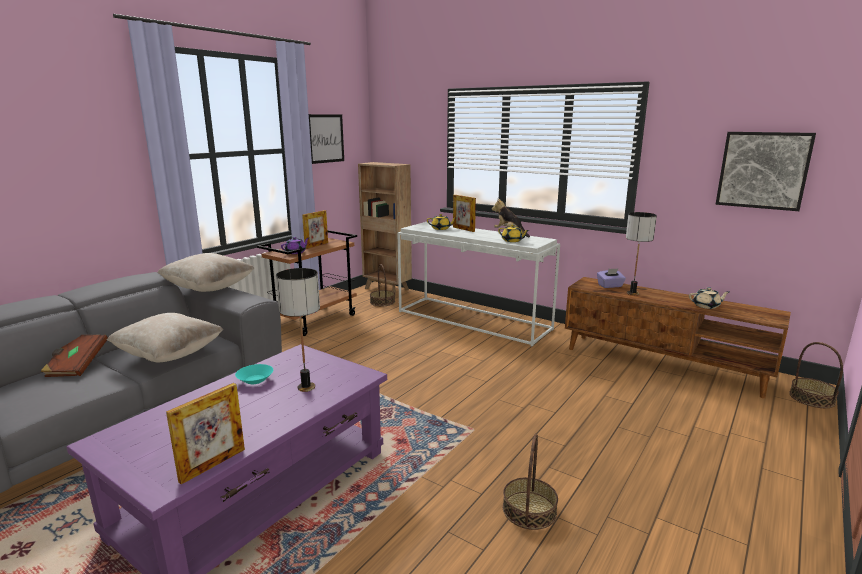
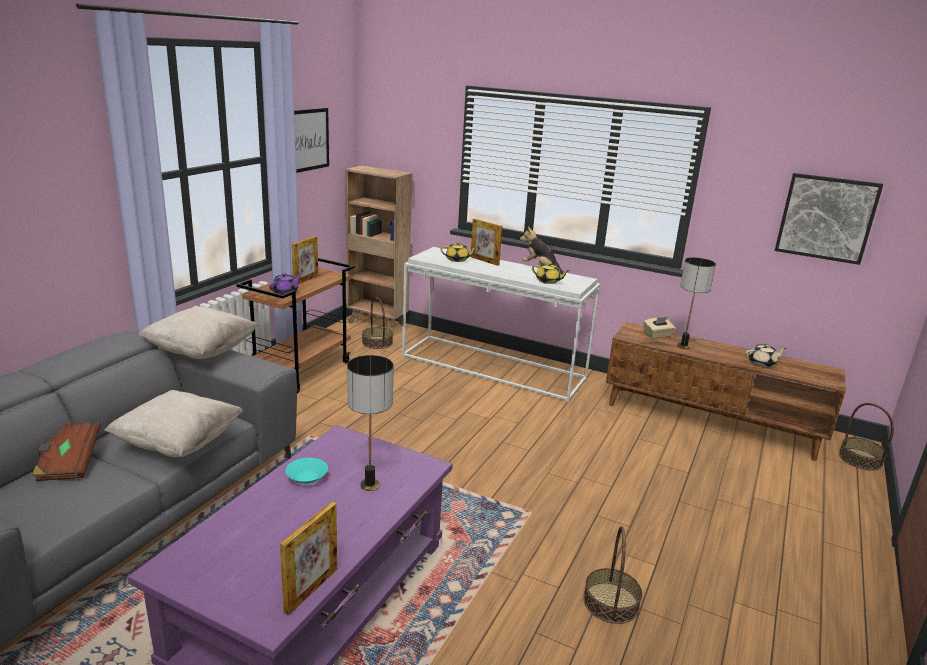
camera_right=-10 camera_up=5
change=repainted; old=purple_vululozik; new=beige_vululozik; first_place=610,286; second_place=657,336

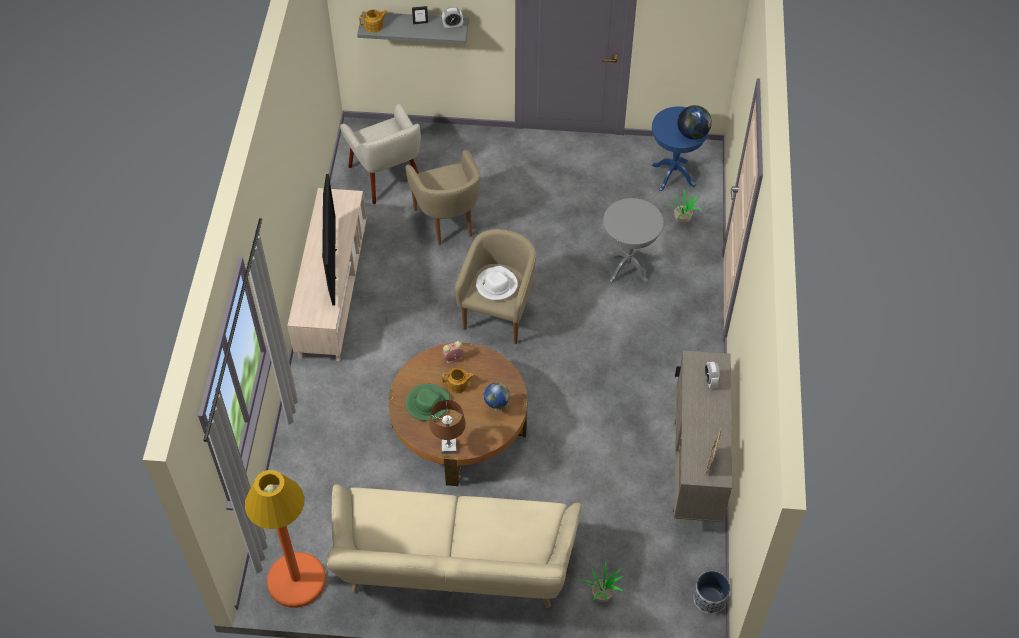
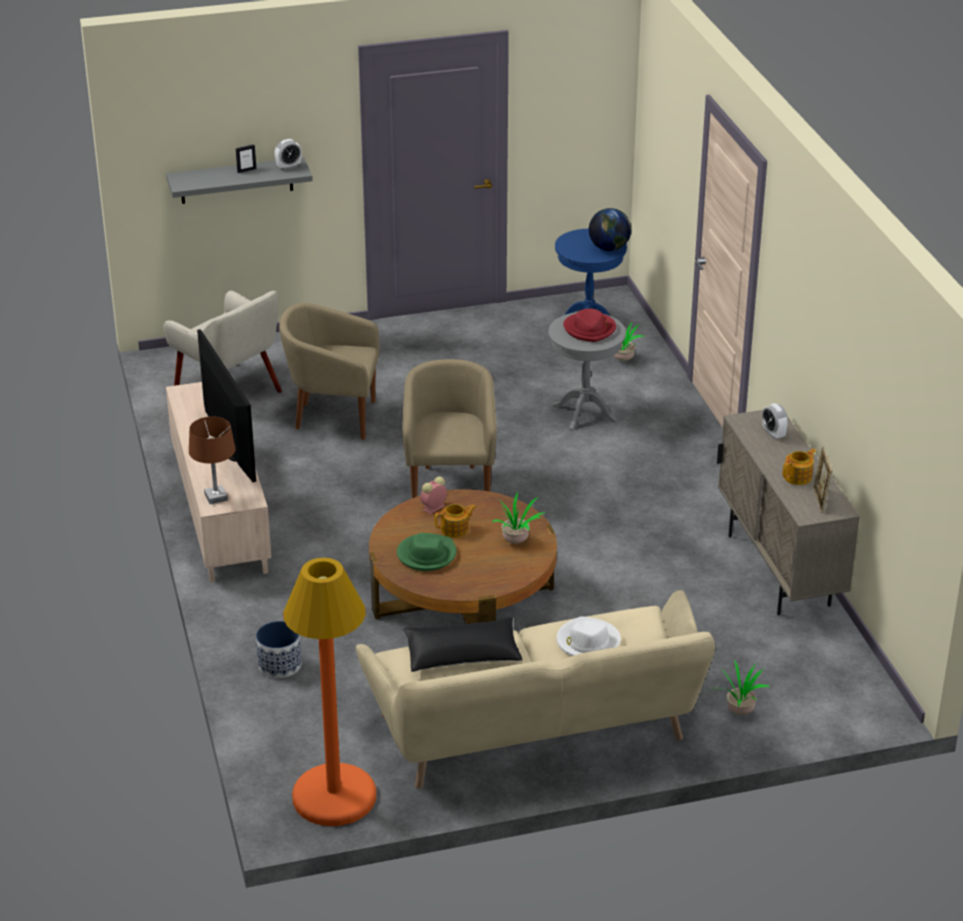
camera_right=-20 camera_up=-20
change=shifted; old=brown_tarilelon; first_place=449,447; second_place=216,497
change=shifted; old=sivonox; first_place=709,598; second_place=279,665
change=rotated; old=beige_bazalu; first_place=447,222; second_place=333,418; degrees=135
change=new; new=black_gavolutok; second_place=462,655
change=swapped; old=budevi; new=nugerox; first_place=496,409; second_place=516,540
change=shifted; old=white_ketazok; first_place=496,285; second_place=587,642
change=new; new=red_ketazok; second_place=590,329
change=shifted; old=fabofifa; first_place=374,26; second_place=798,477

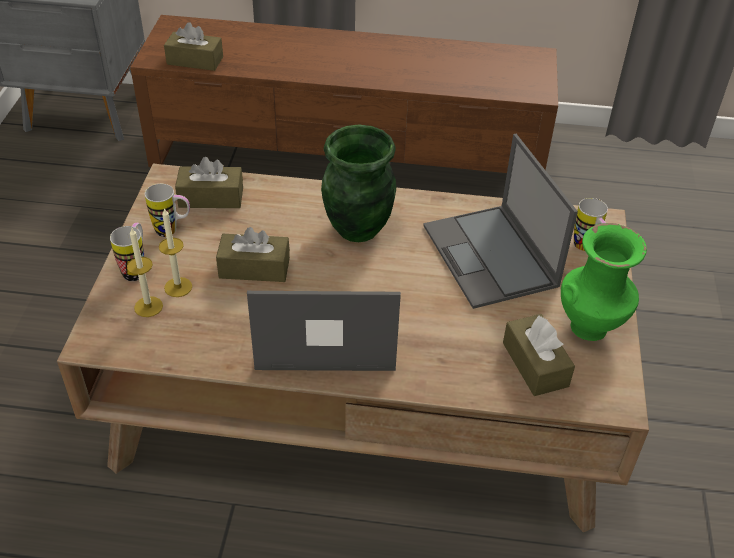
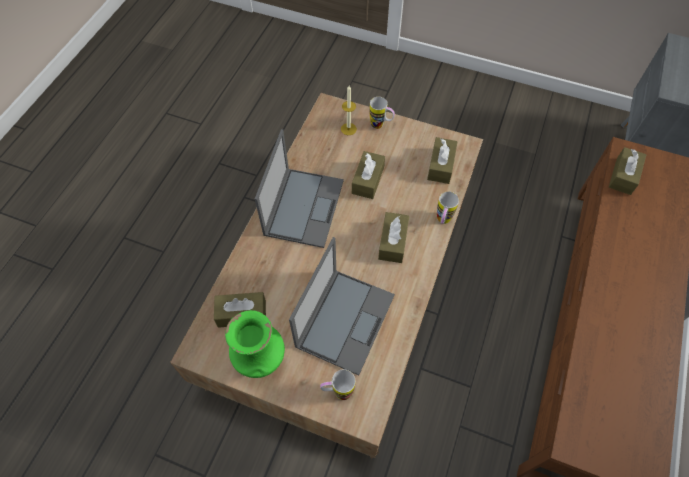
camera_right=105 camera_up=15
change=rotated; old=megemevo; first_place=491,257; second_place=345,319; degrees=120
change=swapped; old=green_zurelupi; new=brown_vululozik; first_place=357,229; second_place=393,242
change=shifted; old=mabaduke; first_place=172,231; second_place=442,222
change=gone; old=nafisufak; first_place=178,287

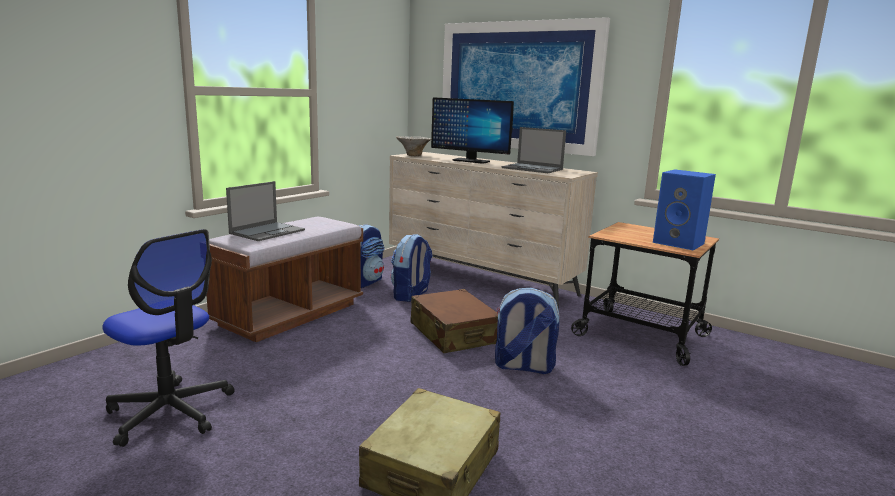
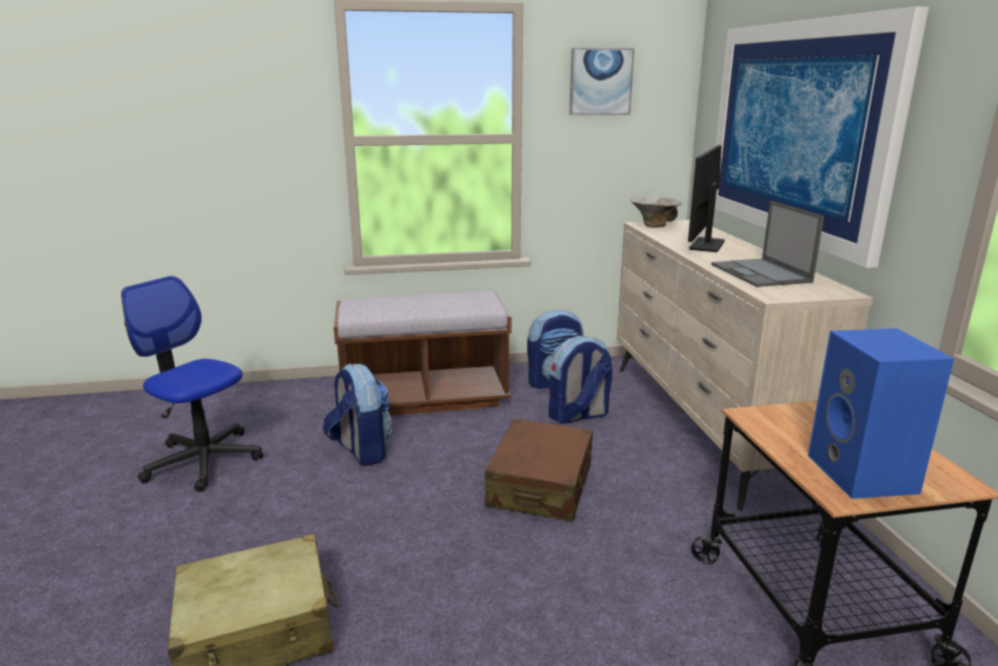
camera_right=45 camera_up=5
change=rotated; old=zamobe; first_place=170,412; second_place=203,461; degrees=135
change=shifted; old=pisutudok; first_place=523,366; second_place=361,451
change=new; new=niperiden; second_place=600,82
change=rotated; old=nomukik; first_place=470,161; second_place=707,245; degrees=45
change=gone; old=megemevo; first_place=268,231

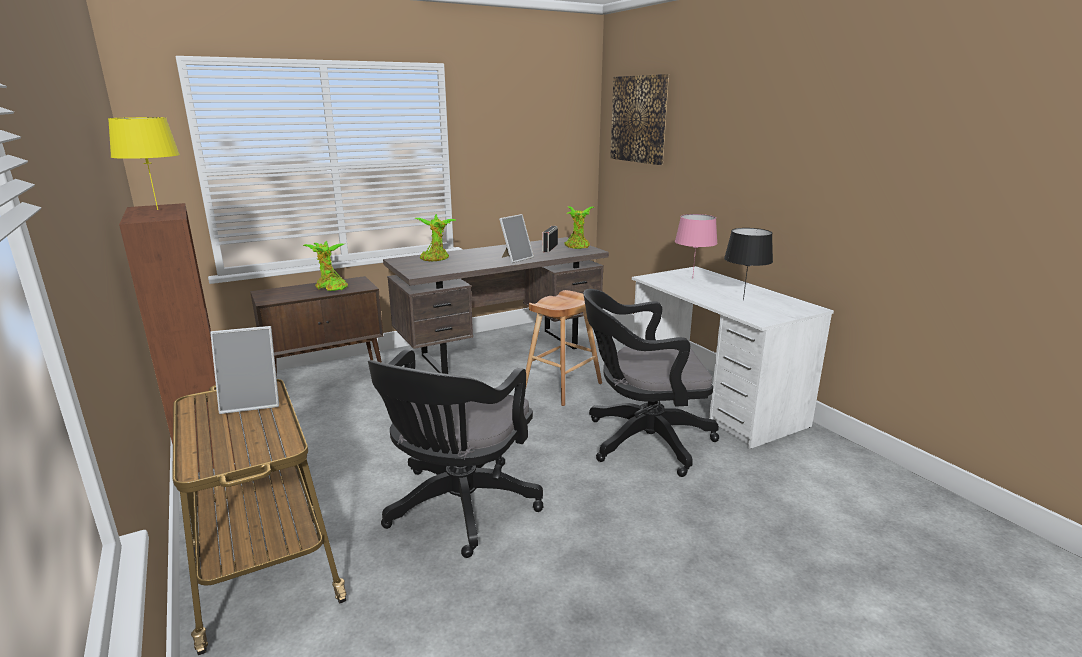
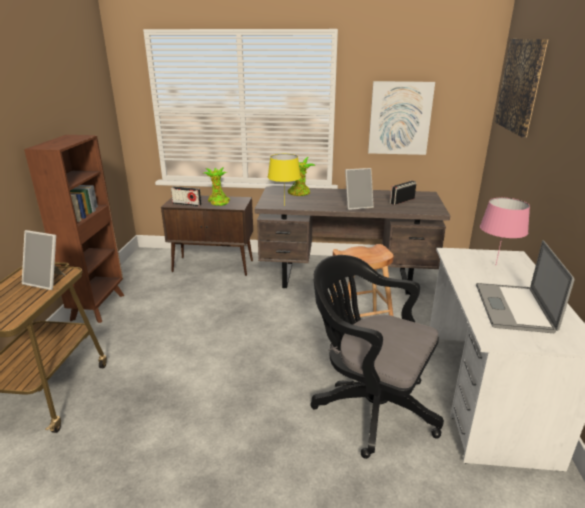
camera_right=35 camera_up=5
change=new; new=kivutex; second_place=187,204
change=shifted; old=yellow_tarilelon; first_place=158,209; second_place=284,206
change=new; new=niperiden; second_place=400,118
change=swapped; old=black_tarilelon; new=megemevo; first_place=744,300; second_place=513,307
change=gone; old=black_zamobe; first_place=458,509
change=gone; old=nugerox; first_place=578,247

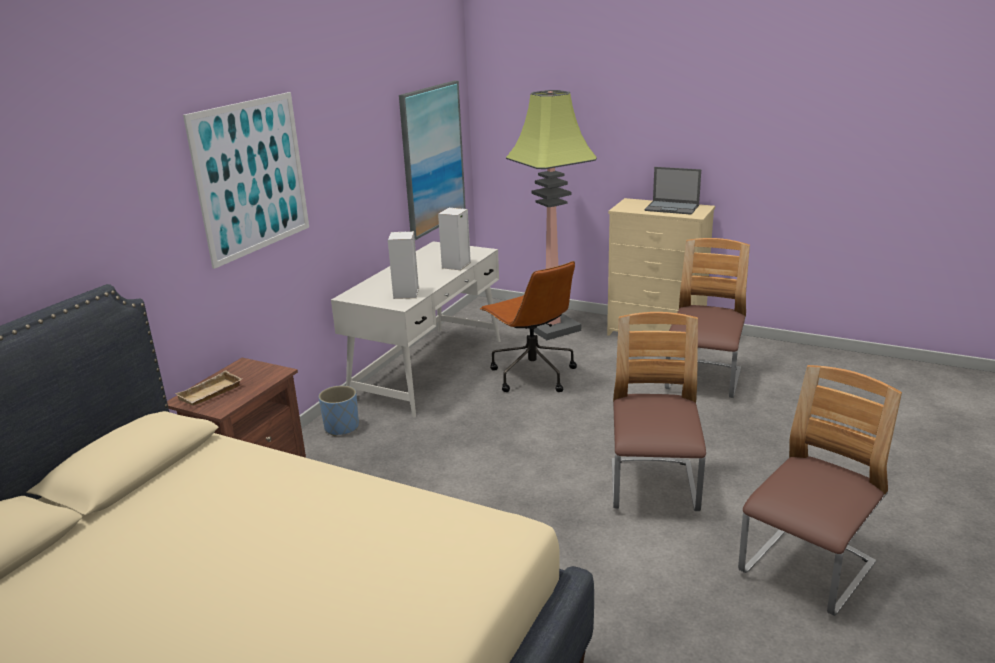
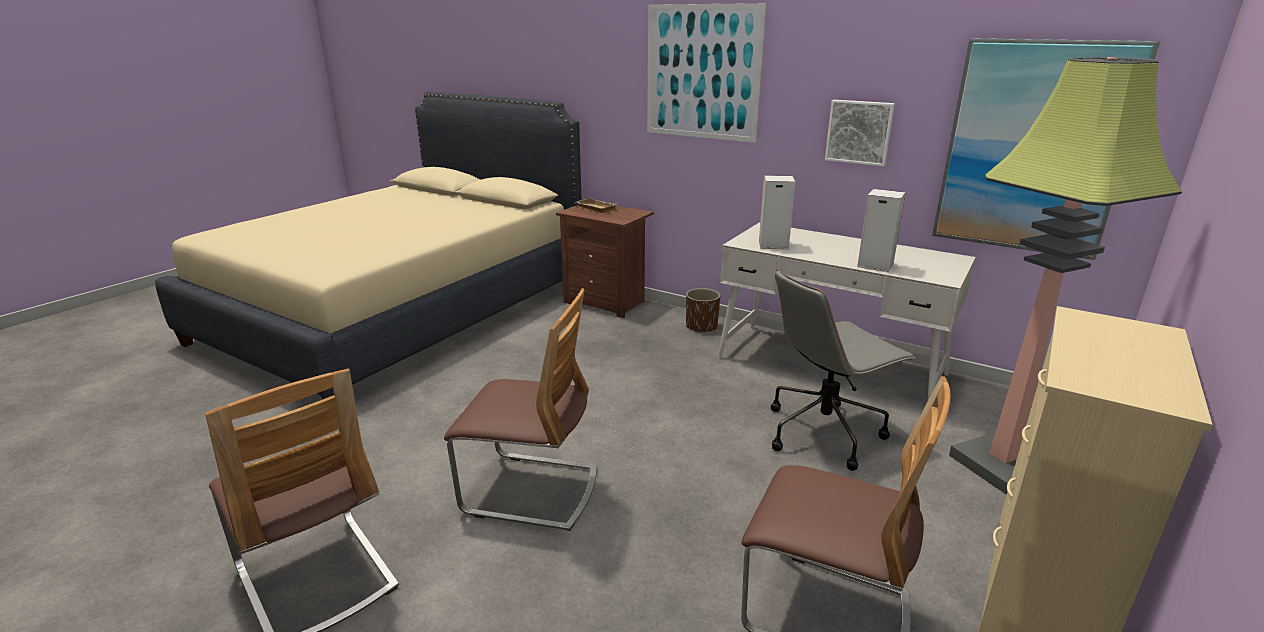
camera_right=95 camera_up=0
change=repainted; old=blue_sivonox; new=brown_sivonox; first_place=342,427; second_place=701,327
change=repainted; old=brown_zamobe; new=grey_zamobe; first_place=531,375; second_place=824,432
change=new; new=niperiden; second_place=859,132
change=gone; old=megemevo; first_place=672,208

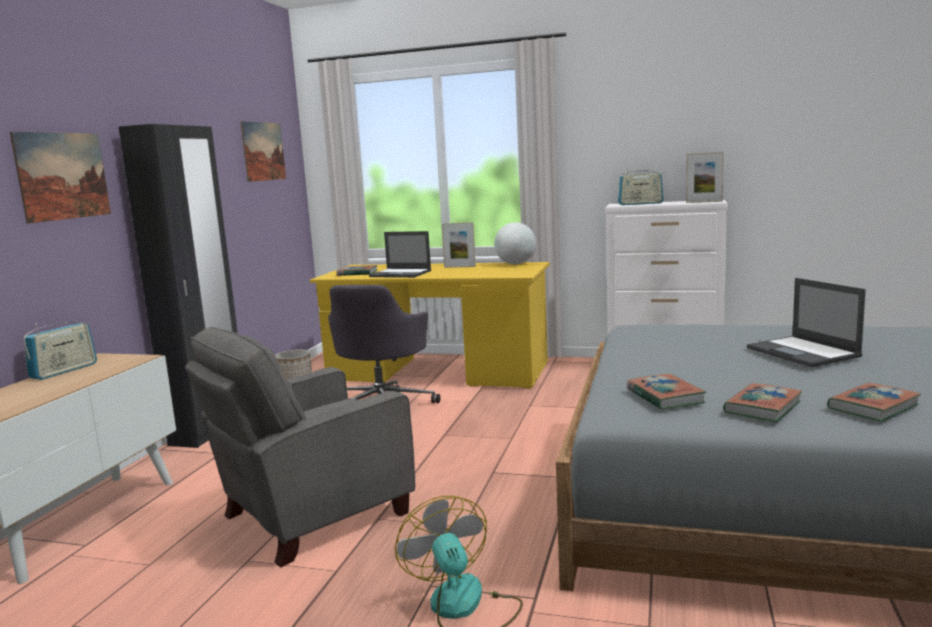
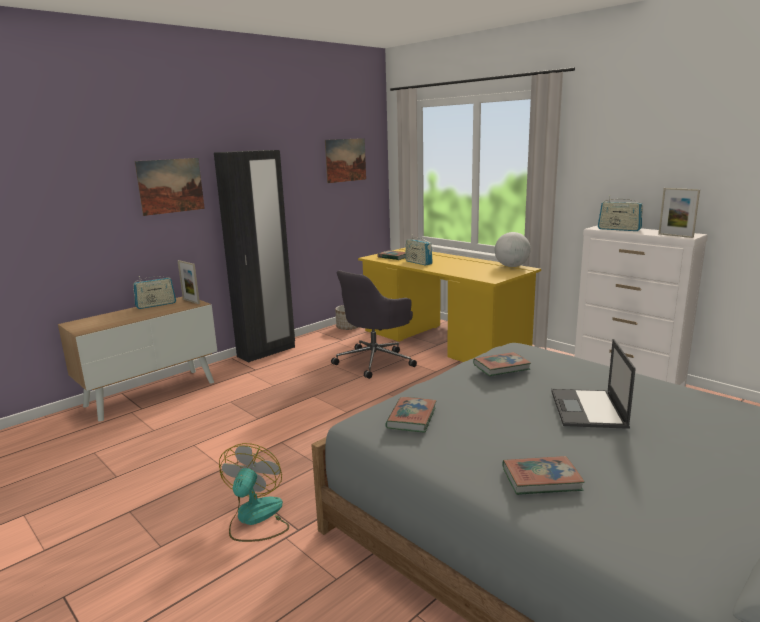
camera_right=30 camera_up=5
change=shifted; old=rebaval; first_place=459,267; second_place=191,301
change=swapped; old=megemevo; new=kivutex; first_place=401,274; second_place=418,262
change=shifted; old=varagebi; first_place=763,407; second_place=501,367
change=gone; old=grey_bazalu; first_place=311,515

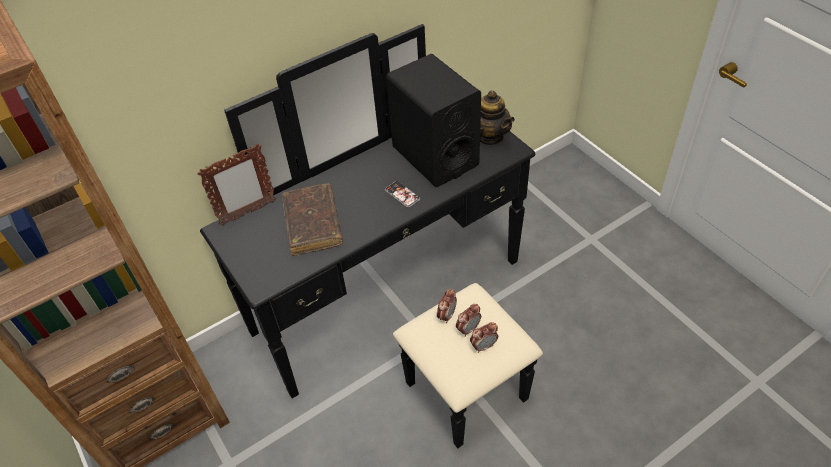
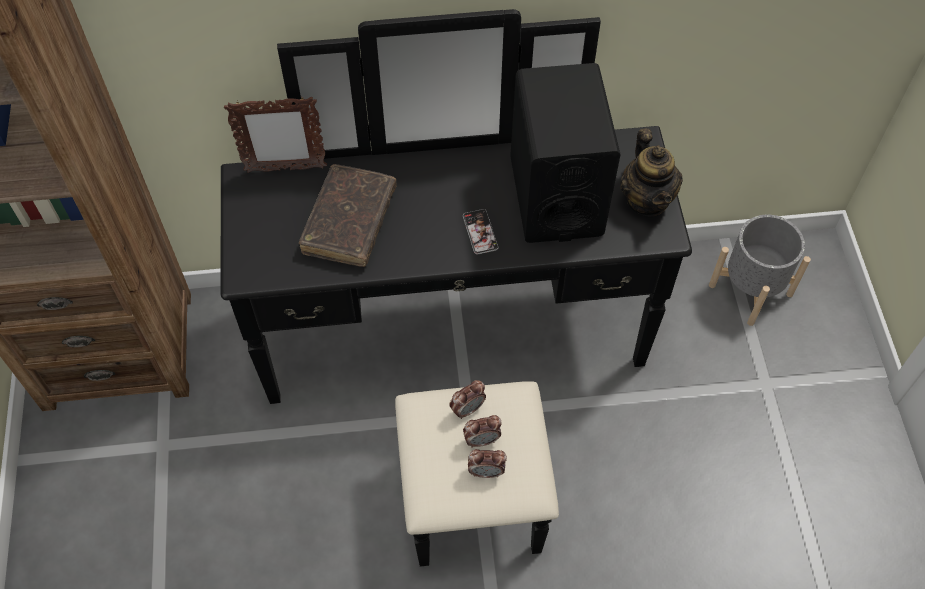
camera_right=25 camera_up=10
change=new; new=grey_sivonox; second_place=750,289

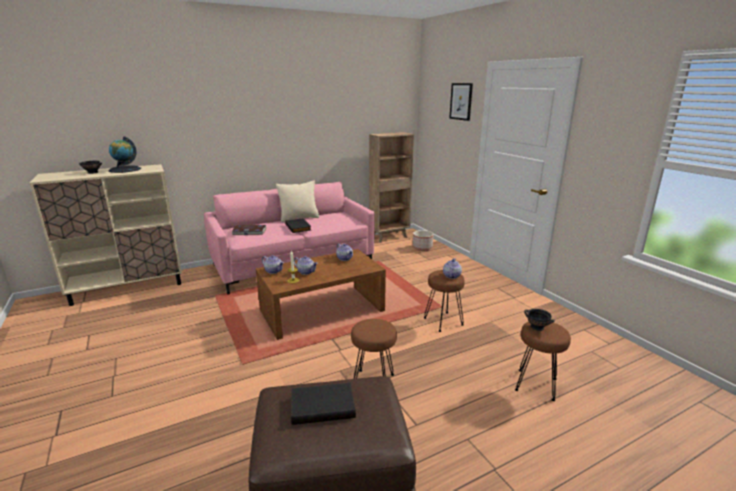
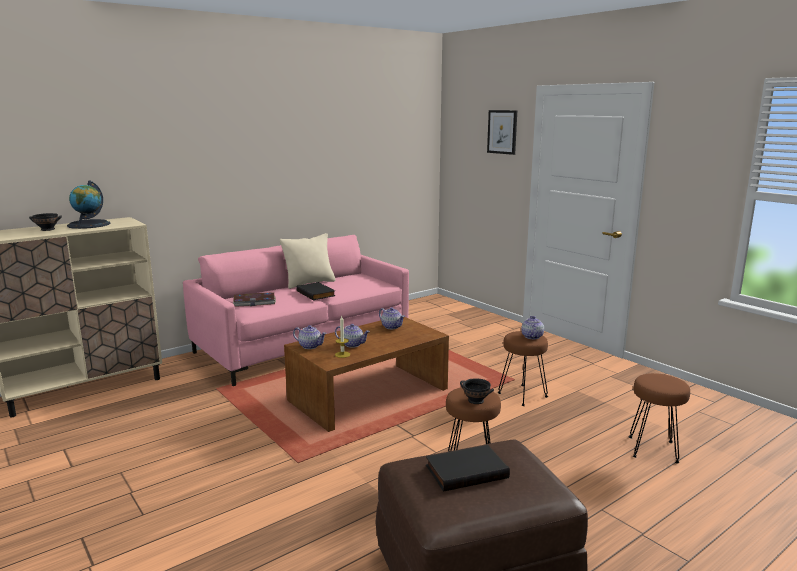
camera_right=-10 camera_up=-5
change=shifted; old=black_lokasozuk; first_place=536,327; second_place=475,400
change=gone; old=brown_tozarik; first_place=389,237
change=gone; old=sivonox; first_place=422,248

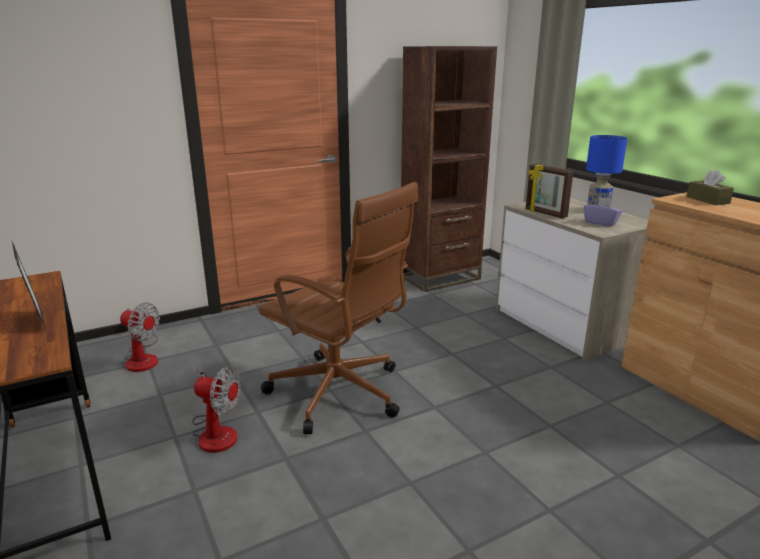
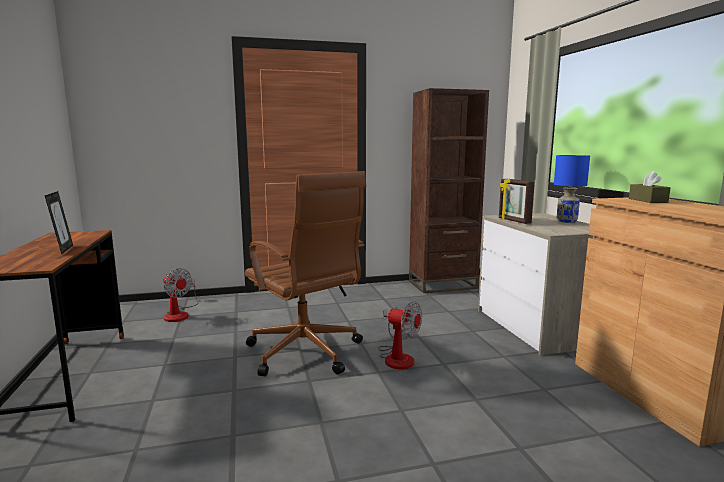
camera_right=15 camera_up=-10
change=shifted; old=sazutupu; first_place=216,431; second_place=397,357
change=gone; old=purple_vululozik; first_place=601,223

